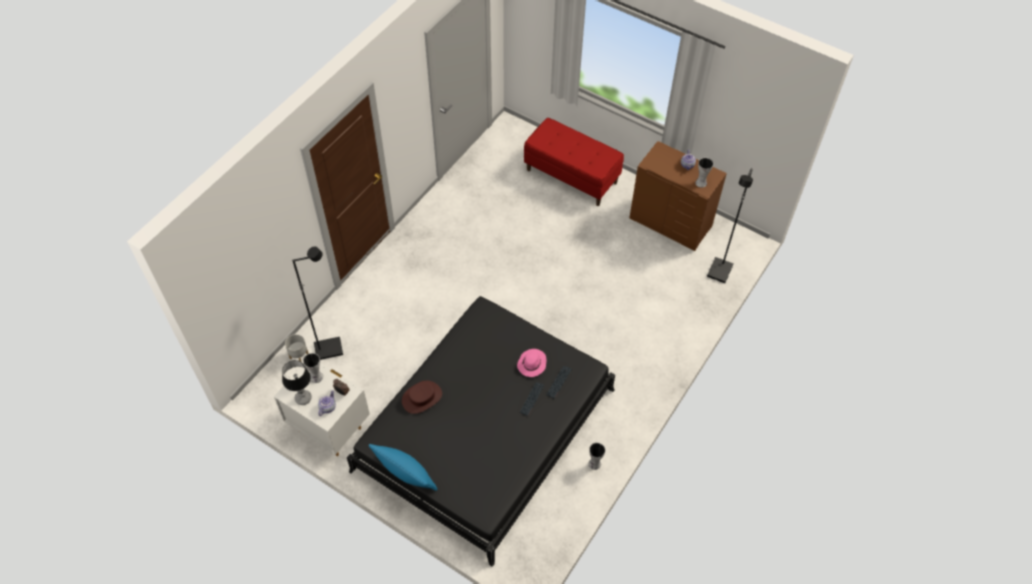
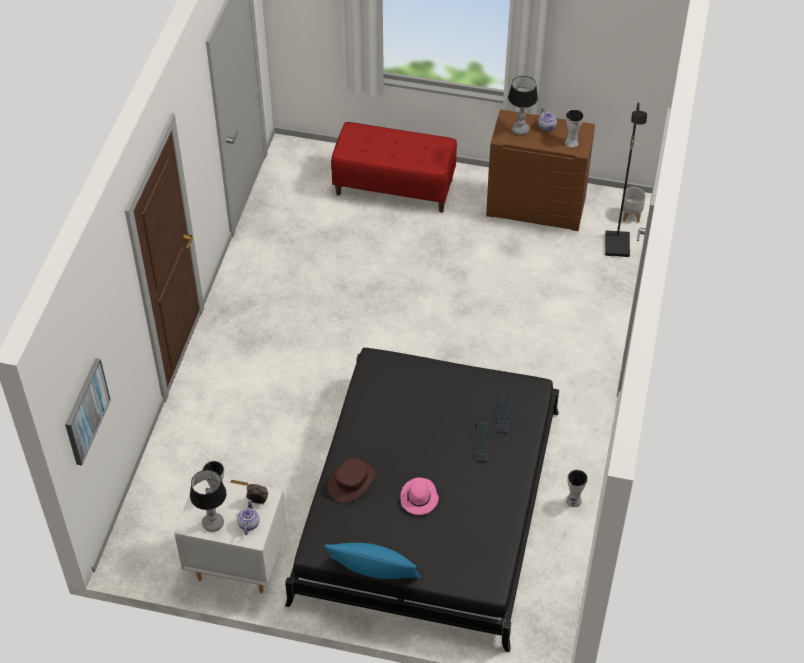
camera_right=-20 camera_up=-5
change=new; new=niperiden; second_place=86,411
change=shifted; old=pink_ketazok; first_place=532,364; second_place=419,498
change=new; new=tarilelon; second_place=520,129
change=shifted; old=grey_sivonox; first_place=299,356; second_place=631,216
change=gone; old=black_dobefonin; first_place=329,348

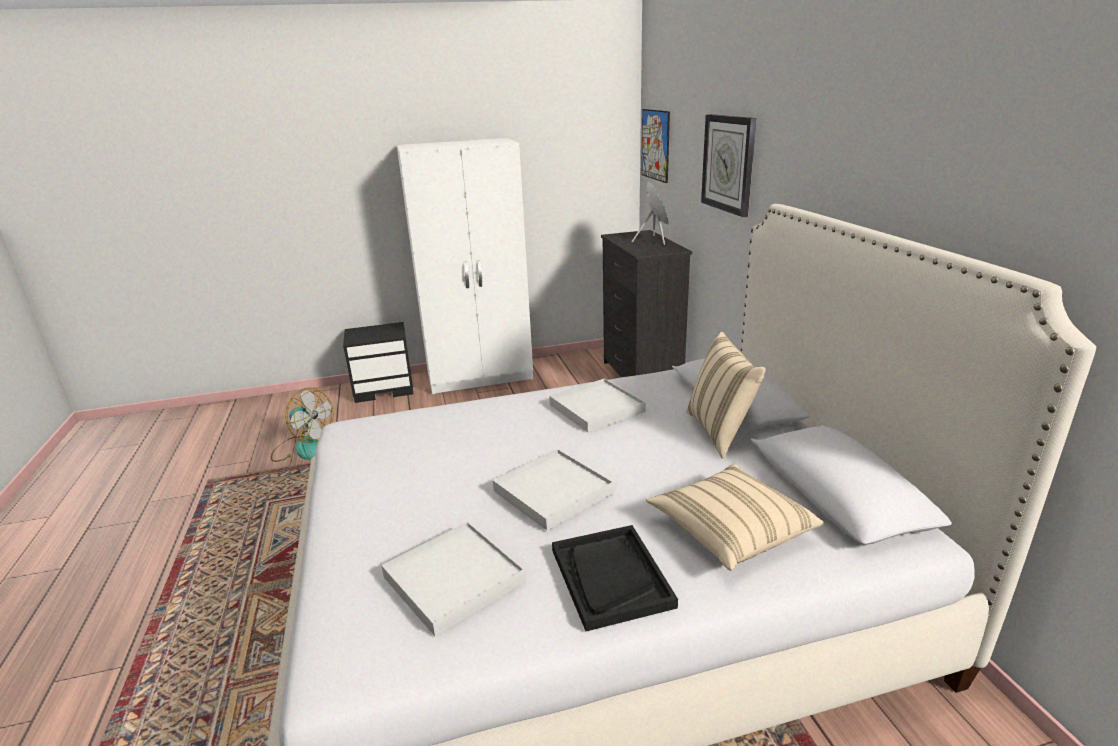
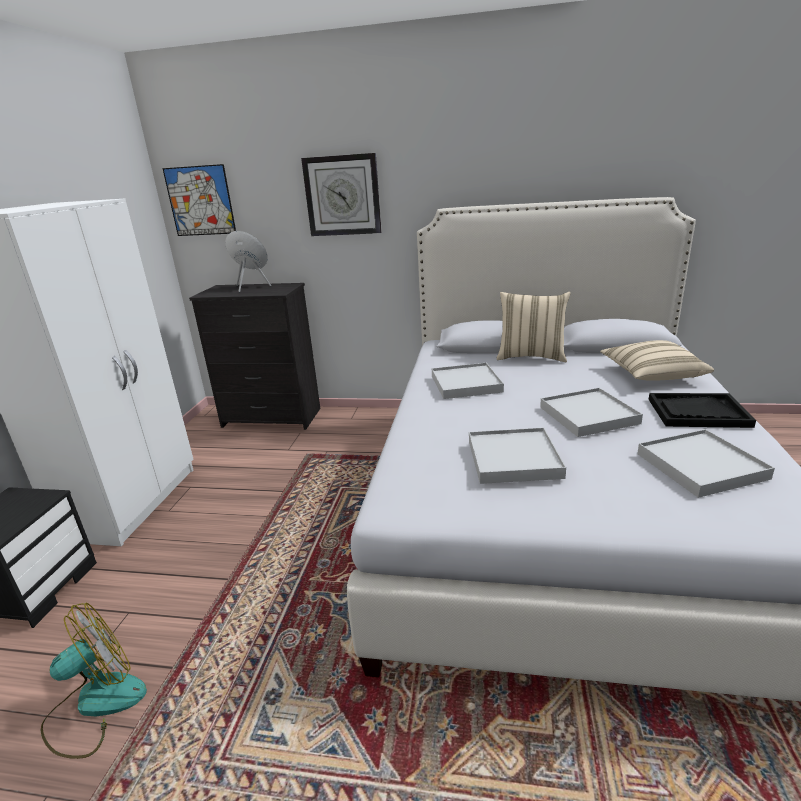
camera_right=-65 camera_up=0
change=new; new=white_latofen; second_place=513,459

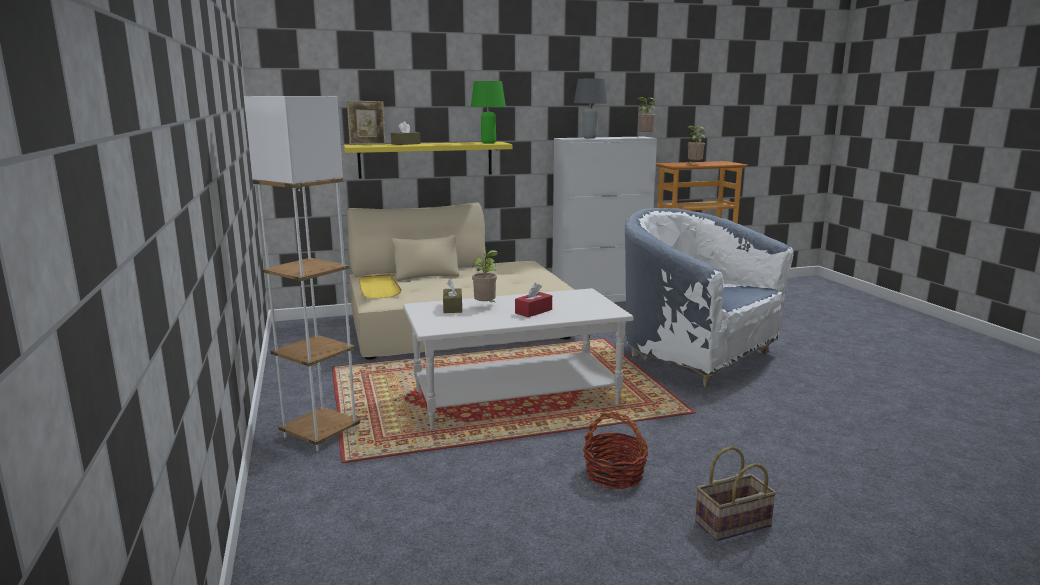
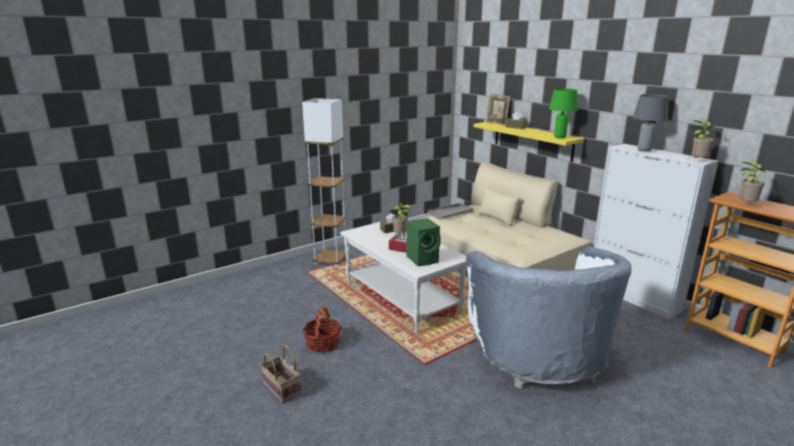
camera_right=70 camera_up=5
change=new; new=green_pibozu; second_place=423,259
change=repainted; old=yellow_latofen; new=grey_latofen; first_place=378,288; second_place=451,213
change=rotated; old=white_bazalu; first_place=695,357; second_place=538,357; degrees=150

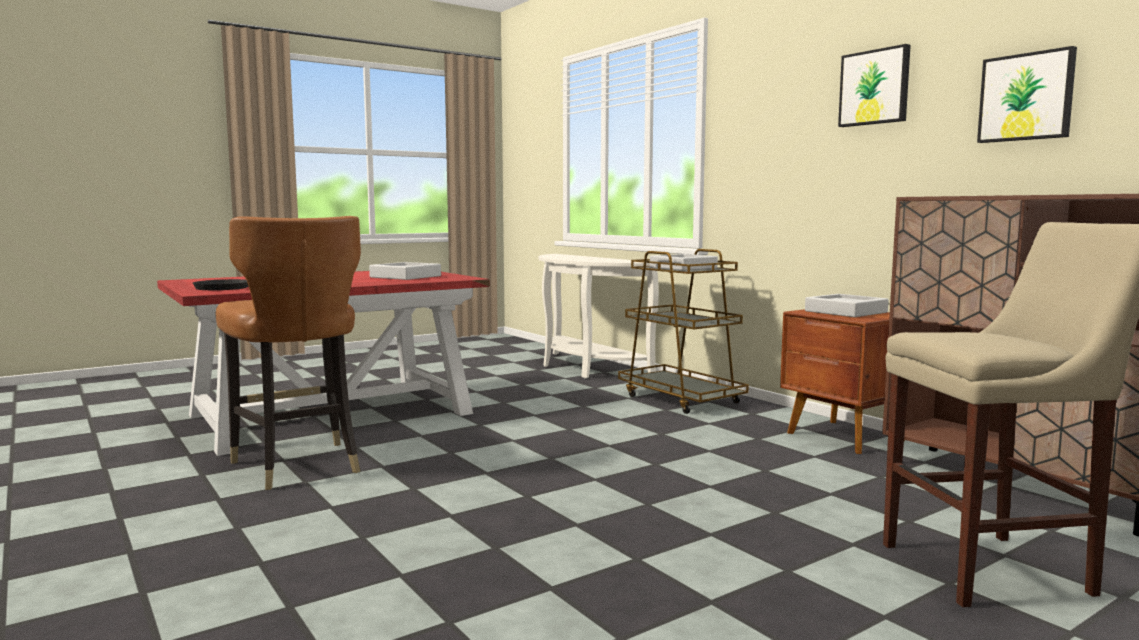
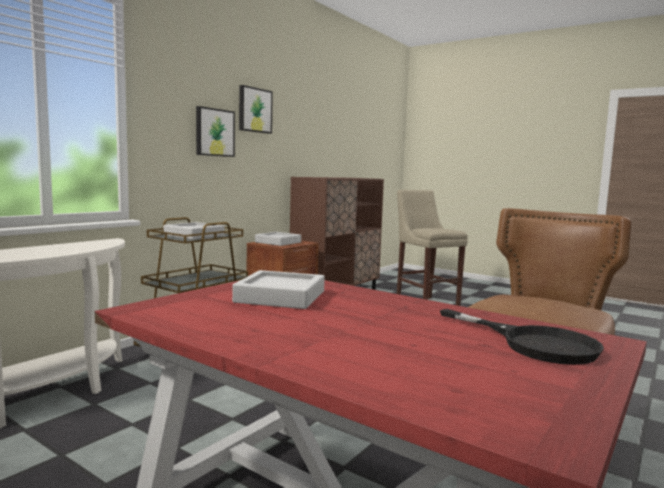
camera_right=-110 camera_up=0
change=shifted; old=niperiden; first_place=1026,97; second_place=214,132

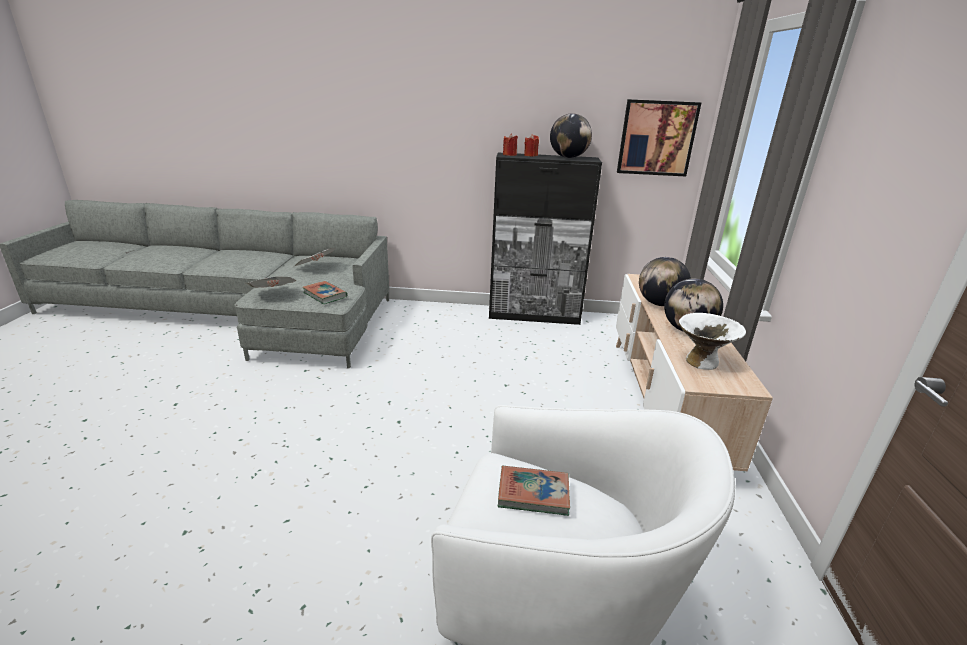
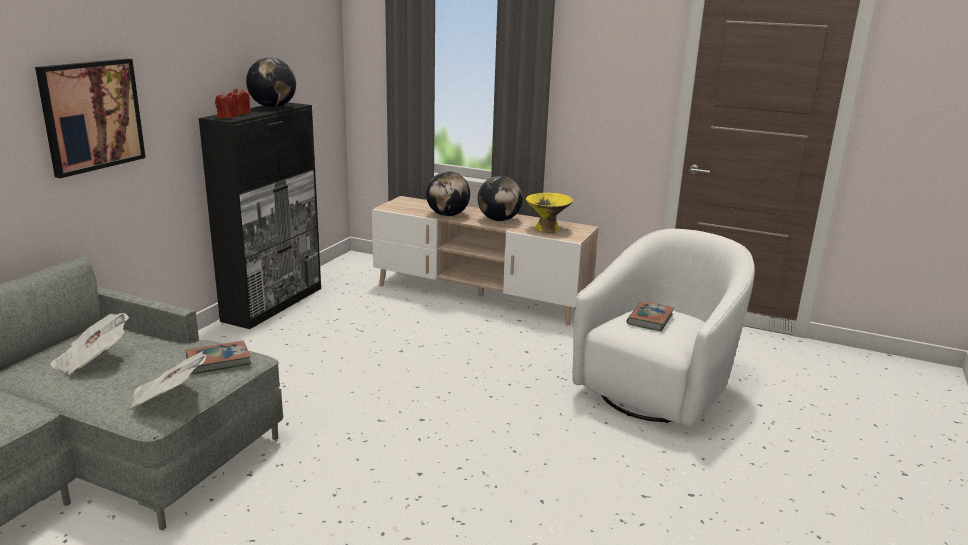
camera_right=-70 camera_up=-5
change=shifted; old=niperiden; first_place=656,138; second_place=92,115
change=repainted; old=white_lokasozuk; new=yellow_lokasozuk; first_place=702,361; second_place=547,229

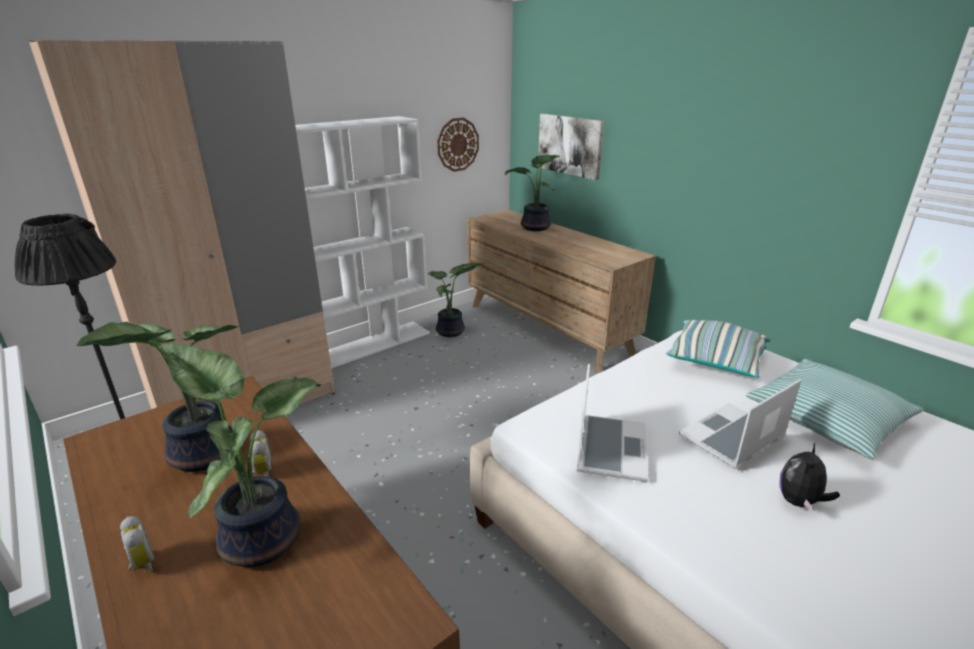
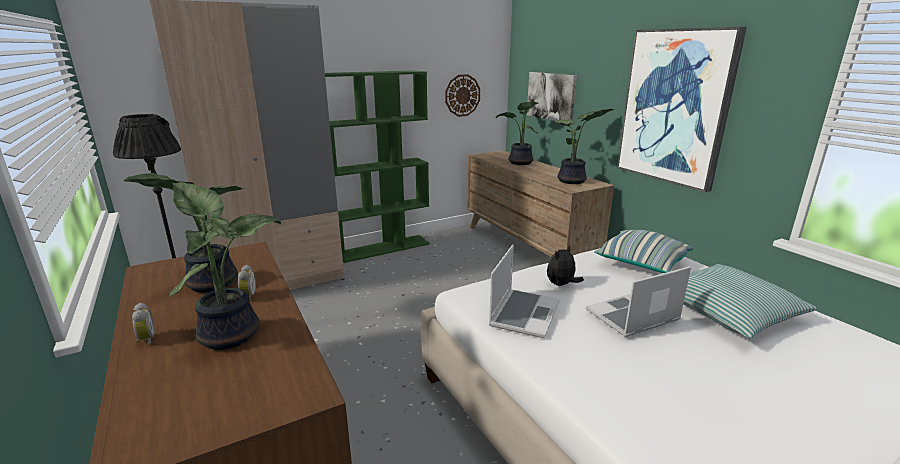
camera_right=10 camera_up=-5
change=repainted; old=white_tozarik; new=green_tozarik; first_place=374,344; second_place=384,248
change=shifted; old=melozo; first_place=799,501; second_place=561,285
change=shifted; old=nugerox; first_place=451,332; second_place=573,181
change=new; new=niperiden; second_place=675,107

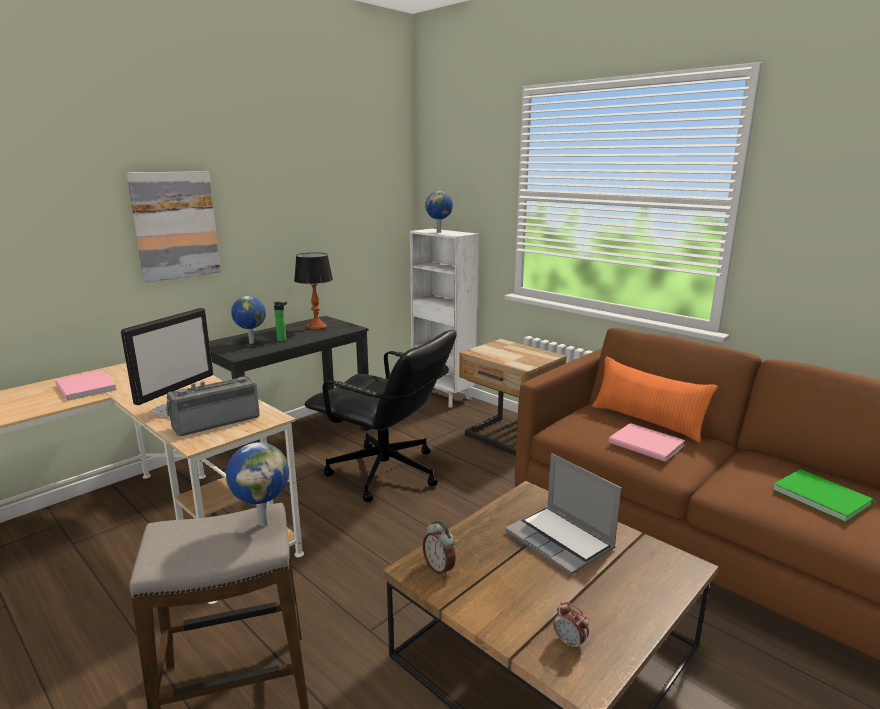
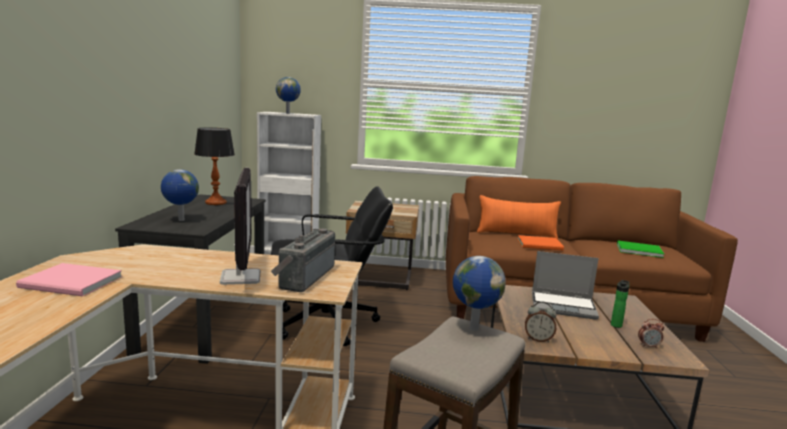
camera_right=-40 camera_up=-5
change=repainted; old=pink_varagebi; new=orange_varagebi; first_place=647,445; second_place=541,245
change=shifted; old=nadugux; first_place=283,340; second_place=616,325
change=gone; old=niperiden; first_place=175,225

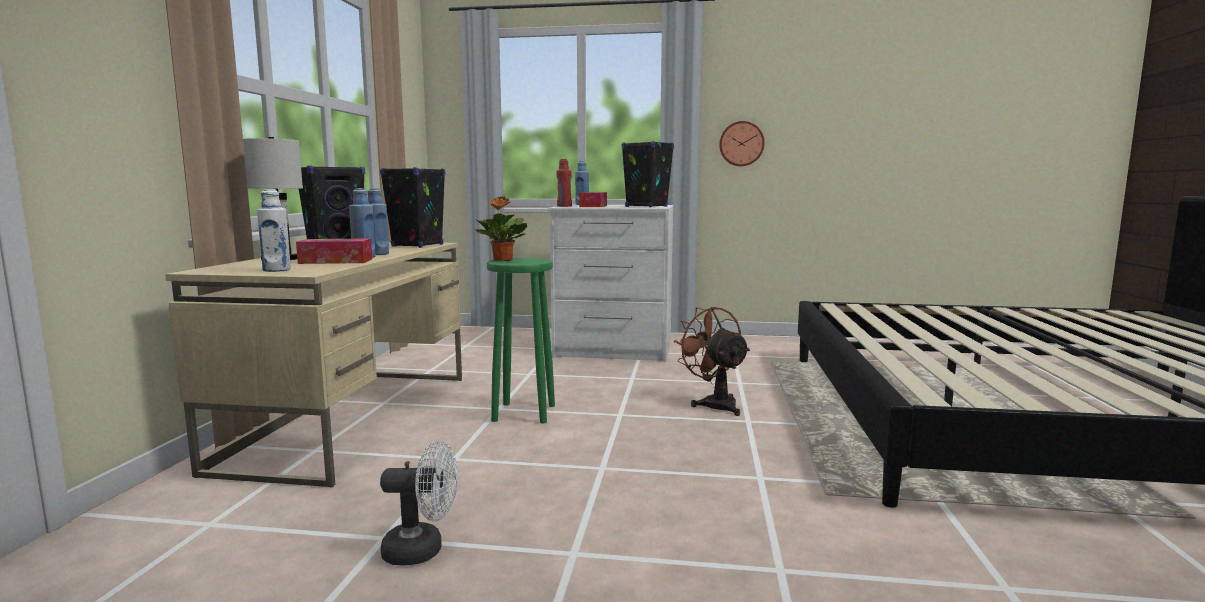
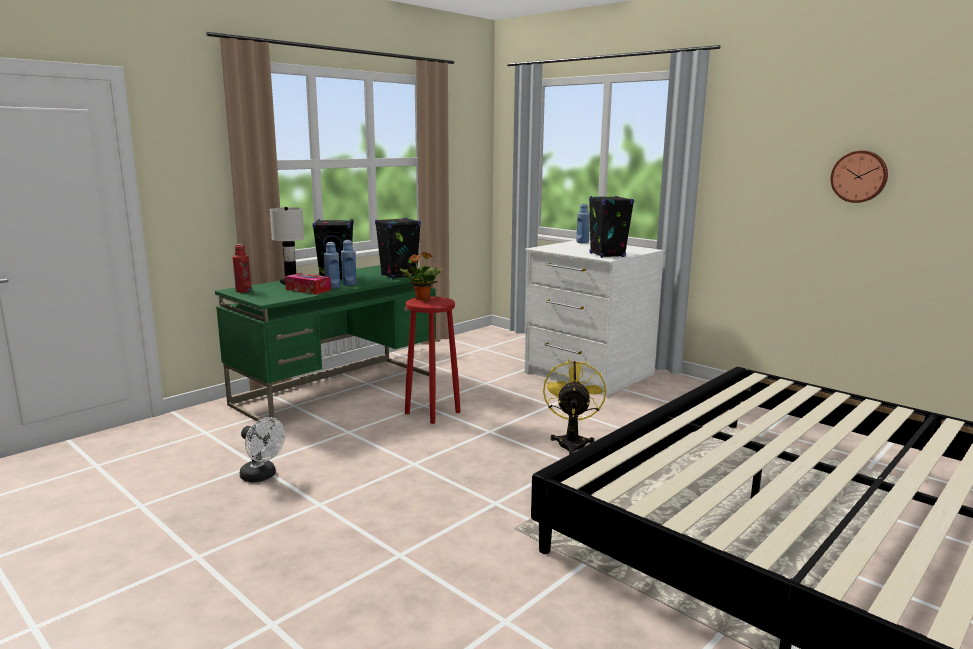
camera_right=35 camera_up=5
change=repainted; old=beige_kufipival; new=green_kufipival; first_place=355,419; second_place=338,390
change=shifted; old=red_nadugux; first_place=564,206; second_place=243,291
change=repainted; old=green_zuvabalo; new=red_zuvabalo; first_place=523,413; second_place=432,413
change=repainted; old=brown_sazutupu; new=yellow_sazutupu; first_place=714,403; second_place=572,442
change=shifted; old=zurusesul; first_place=741,144; second_place=859,176
change=gone; old=white_nadugux; first_place=277,270
change=gone; old=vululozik; first_place=593,206

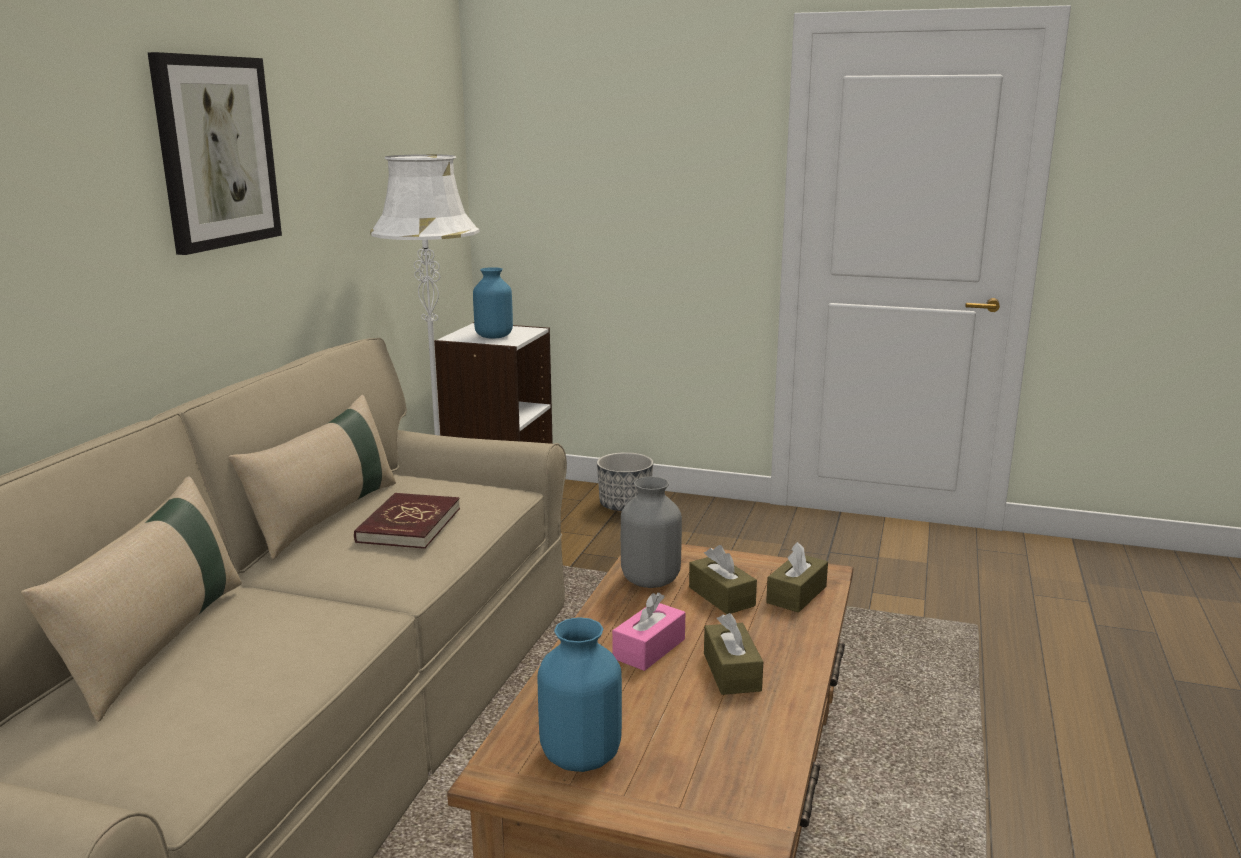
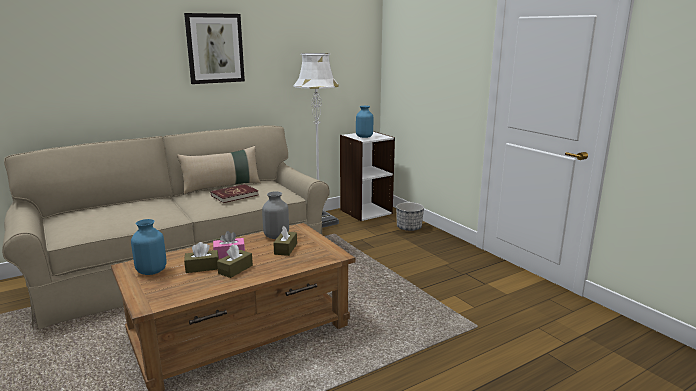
camera_right=40 camera_up=0
change=shifted; old=brown_vululozik; first_place=796,594; second_place=202,267
change=gone; old=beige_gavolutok; first_place=158,643

